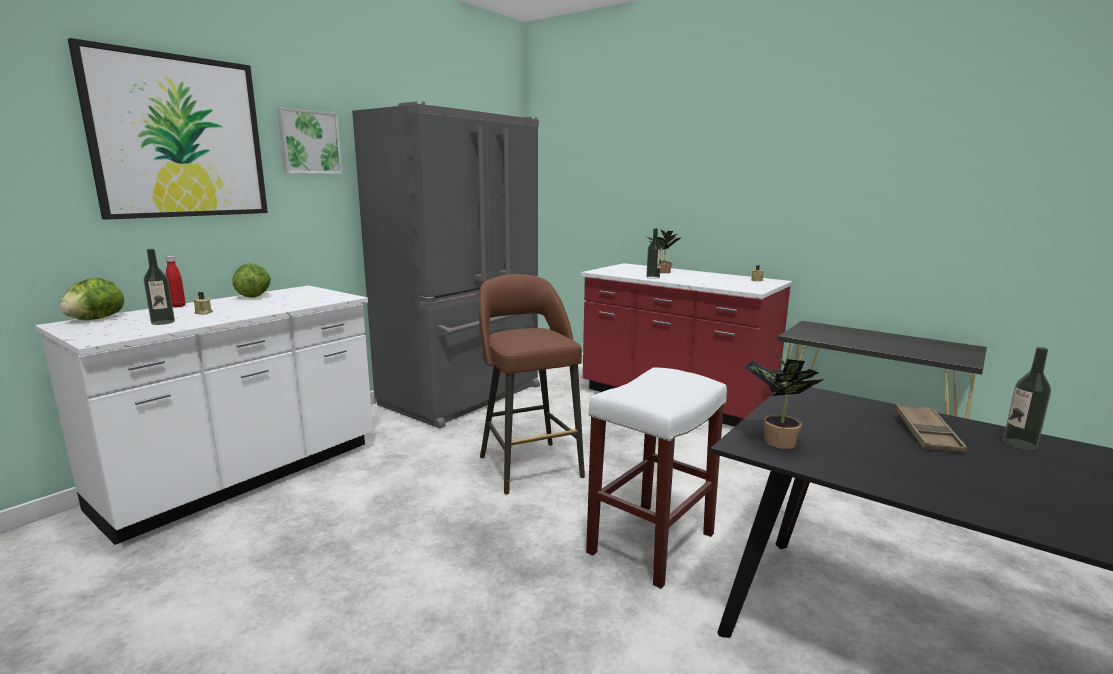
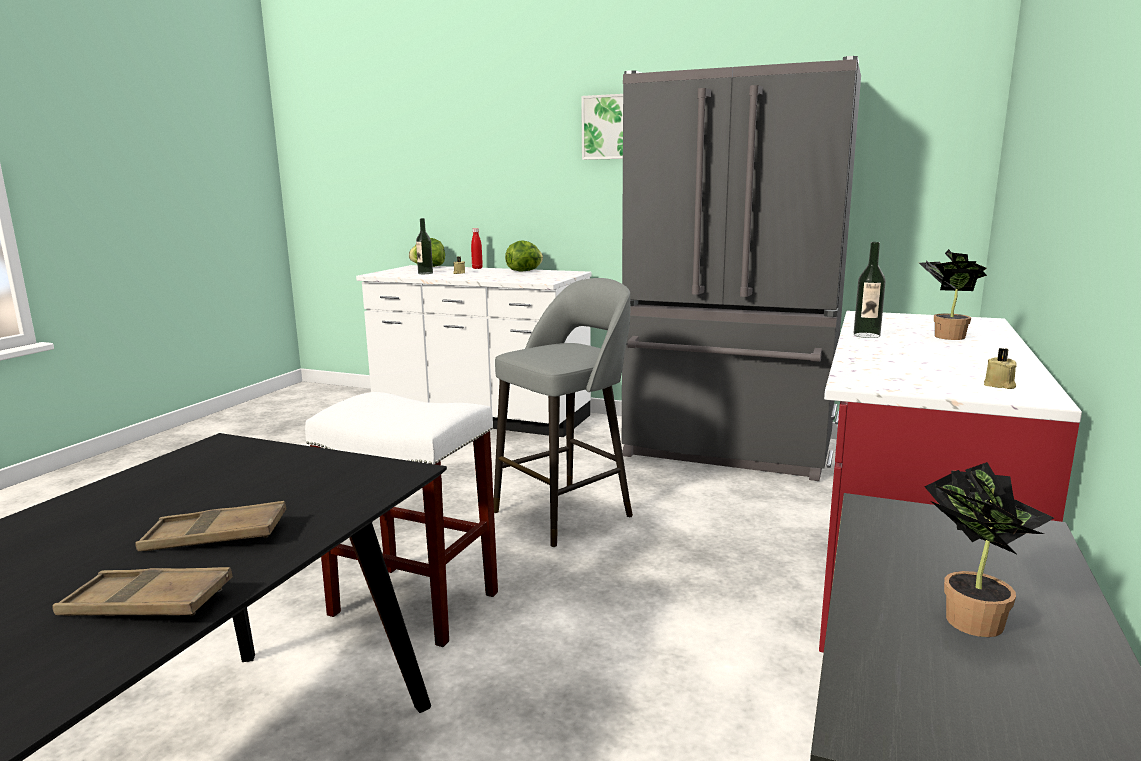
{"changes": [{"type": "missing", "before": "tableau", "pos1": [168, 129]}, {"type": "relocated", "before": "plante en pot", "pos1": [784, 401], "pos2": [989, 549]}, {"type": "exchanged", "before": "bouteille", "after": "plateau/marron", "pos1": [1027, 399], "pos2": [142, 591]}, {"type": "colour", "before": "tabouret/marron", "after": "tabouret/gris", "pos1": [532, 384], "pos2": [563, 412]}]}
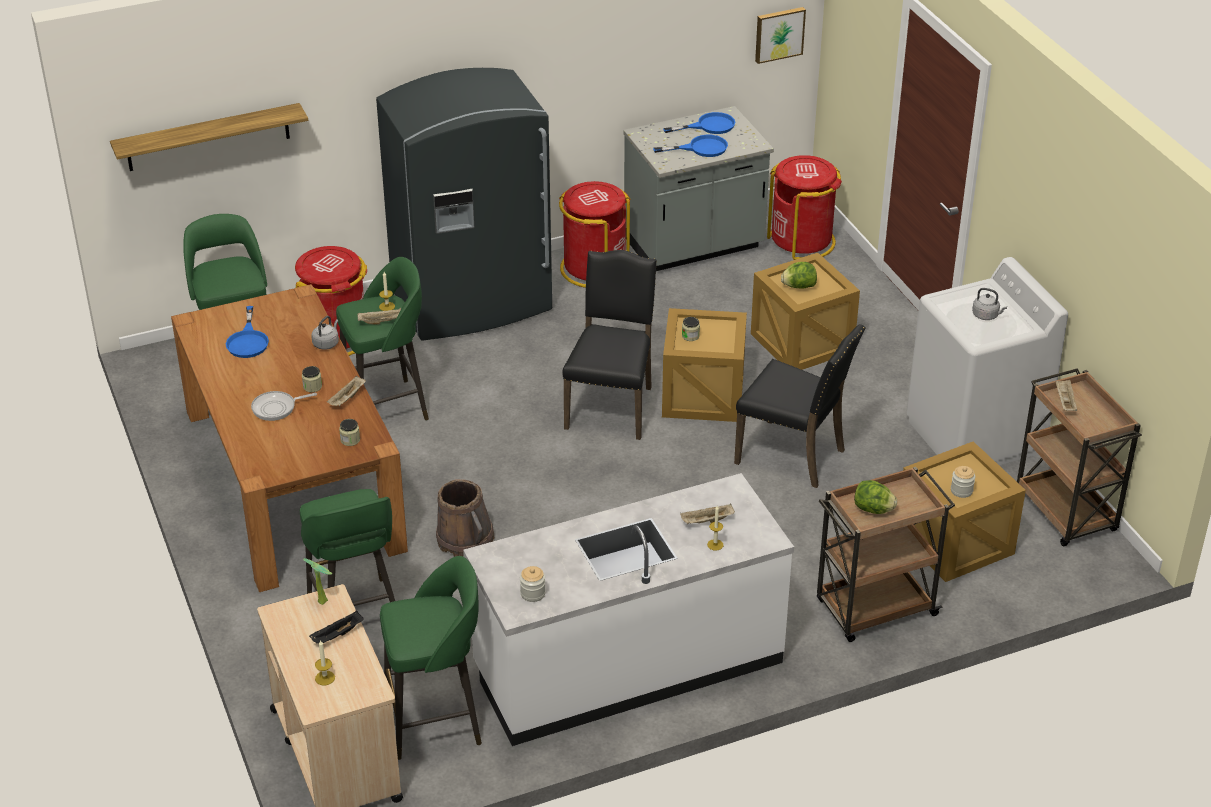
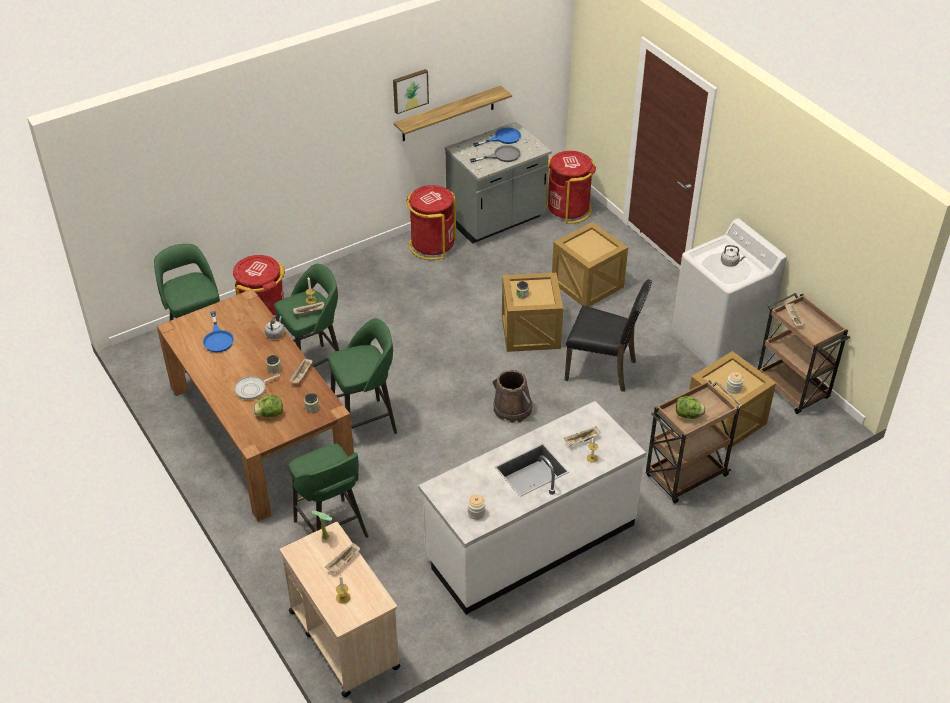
{"changes": [{"type": "missing", "before": "réfrigérateur/gris", "pos1": [464, 204]}, {"type": "missing", "before": "chaise/noir", "pos1": [609, 345]}, {"type": "relocated", "before": "étagère", "pos1": [209, 137], "pos2": [453, 113]}, {"type": "relocated", "before": "tabouret/vert", "pos1": [431, 658], "pos2": [362, 376]}, {"type": "relocated", "before": "seau/marron", "pos1": [465, 518], "pos2": [512, 396]}, {"type": "relocated", "before": "tableau", "pos1": [780, 35], "pos2": [411, 91]}, {"type": "relocated", "before": "laitue", "pos1": [799, 275], "pos2": [268, 406]}, {"type": "colour", "before": "plateau/noir", "after": "plateau/beige", "pos1": [336, 627], "pos2": [342, 558]}, {"type": "colour", "before": "poêle/bleu", "after": "poêle/gris", "pos1": [690, 146], "pos2": [495, 154]}]}
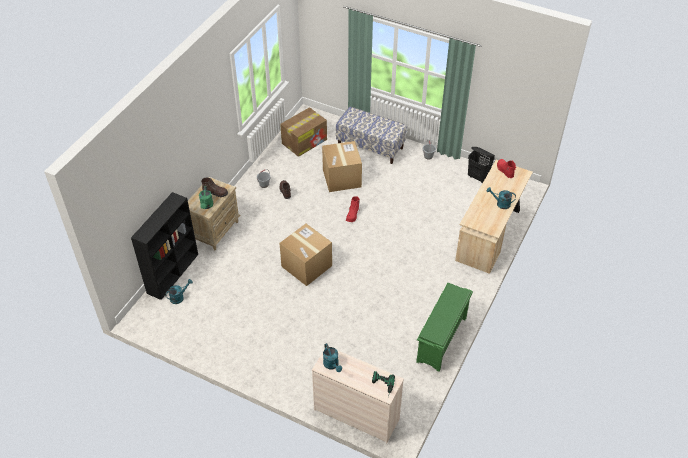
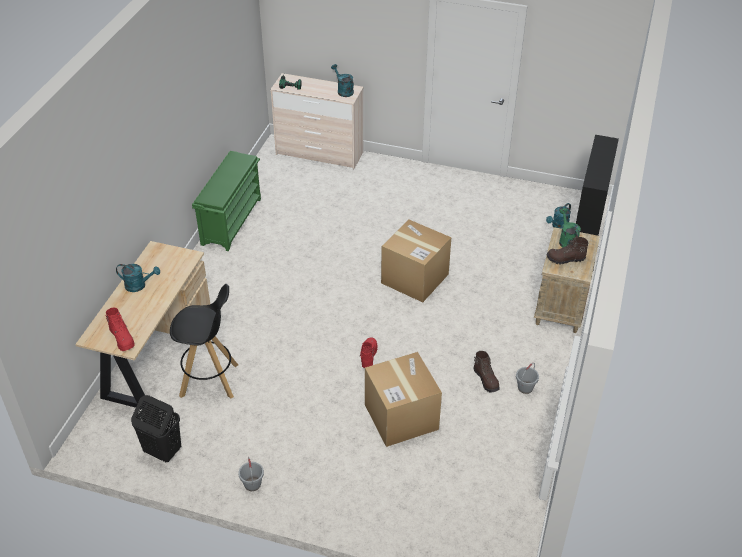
{"changes": [{"type": "missing", "before": "carton", "pos1": [303, 132]}, {"type": "missing", "before": "banc", "pos1": [371, 135]}, {"type": "appeared", "after": "tabouret/noir", "pos2": [204, 341]}]}
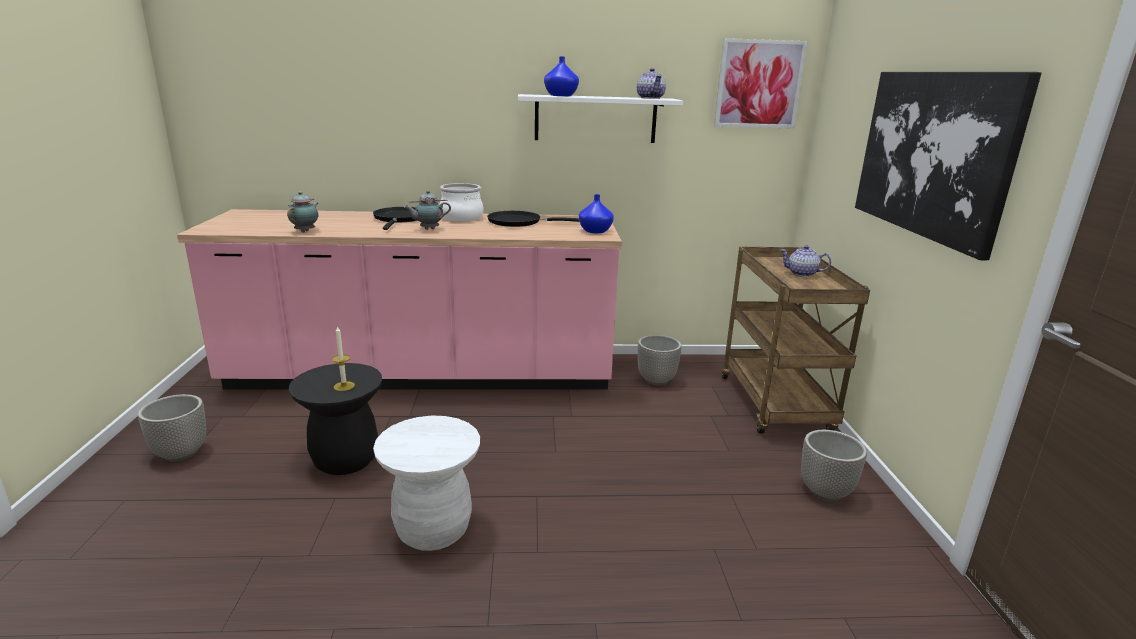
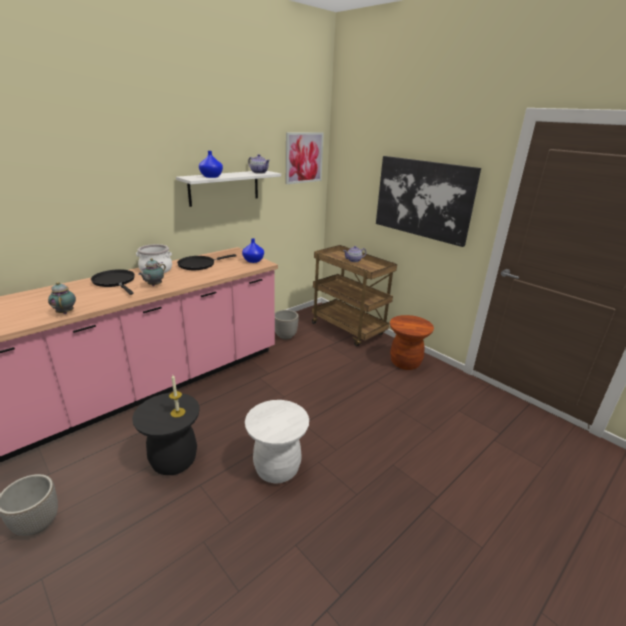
{"changes": [{"type": "exchanged", "before": "cache-pot", "after": "tabouret/marron", "pos1": [834, 465], "pos2": [412, 342]}]}
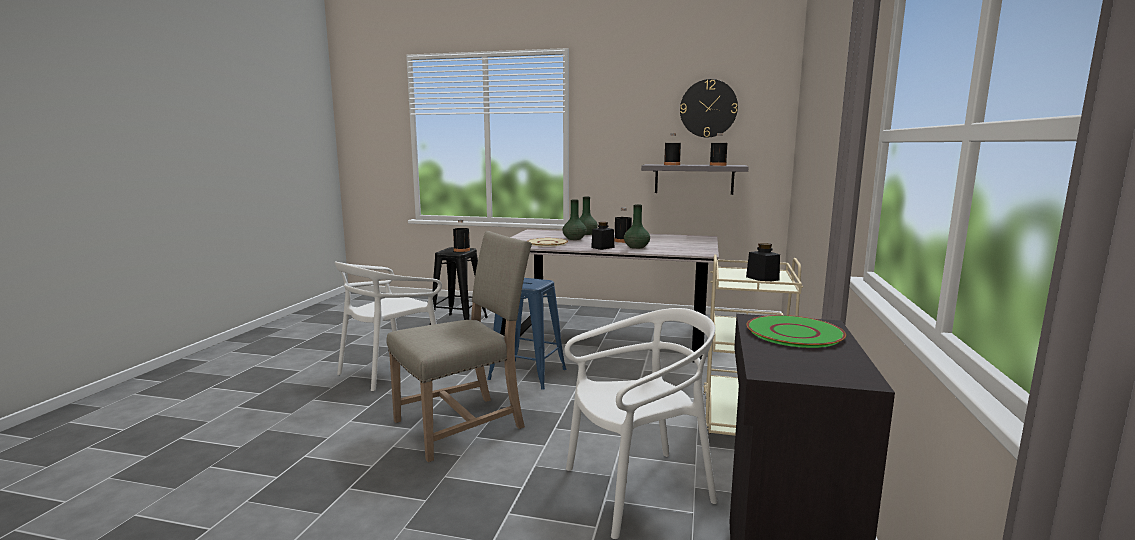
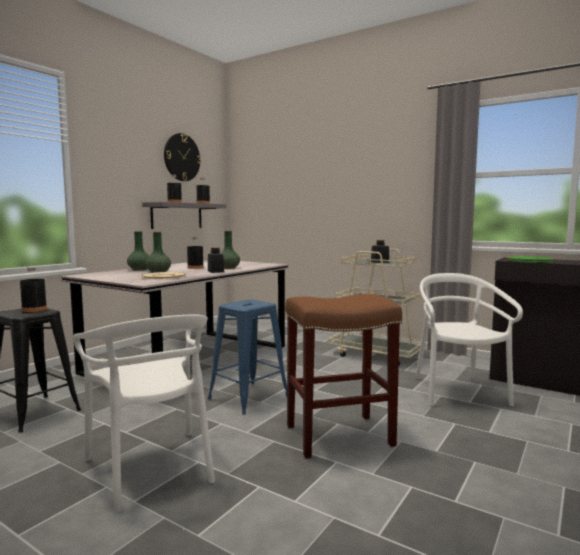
{"changes": [{"type": "exchanged", "before": "chaise/beige", "after": "tabouret/marron", "pos1": [459, 346], "pos2": [343, 376]}]}
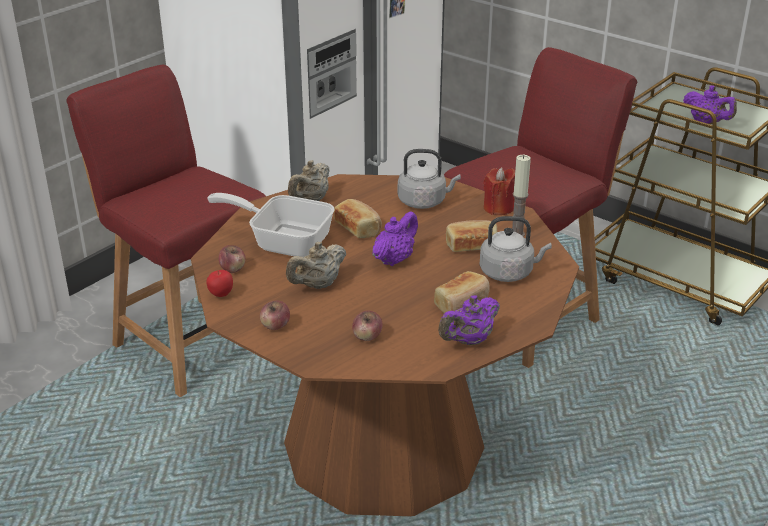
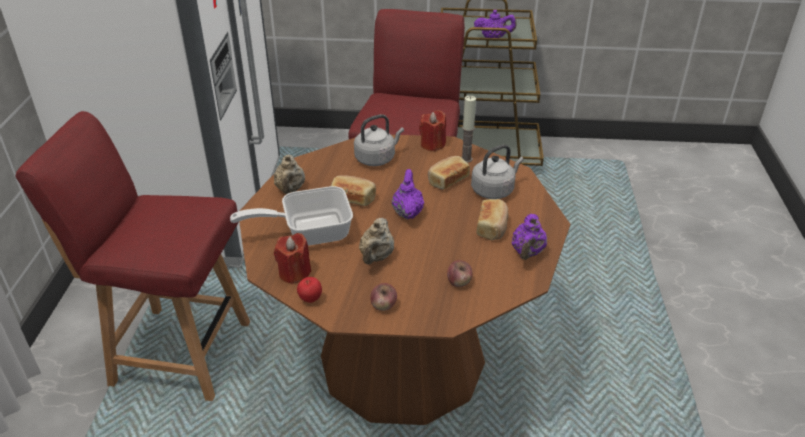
{"changes": [{"type": "exchanged", "before": "pomme", "after": "bougie/rouge", "pos1": [232, 259], "pos2": [292, 258]}]}
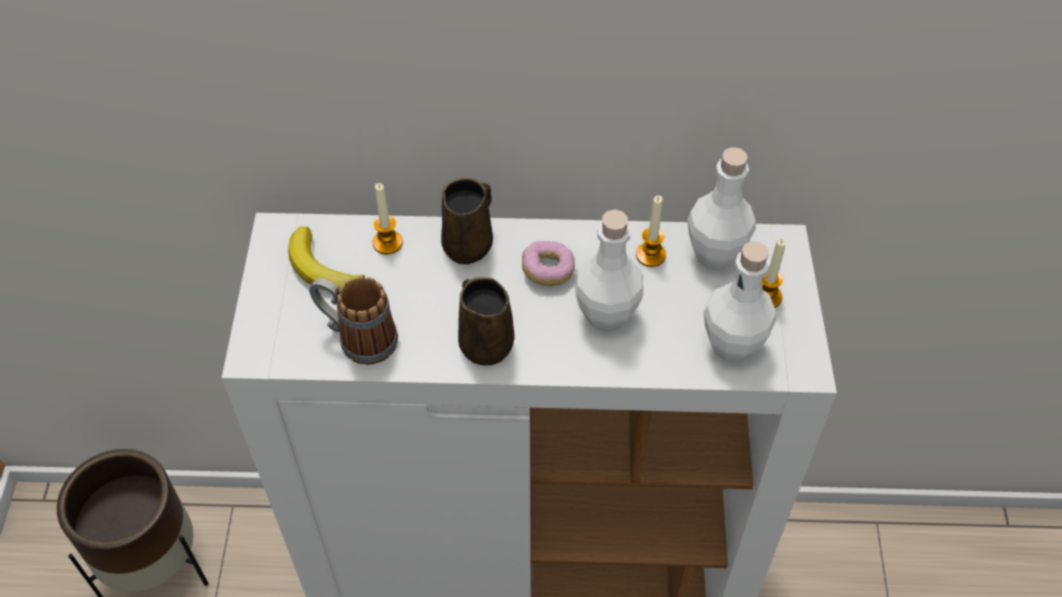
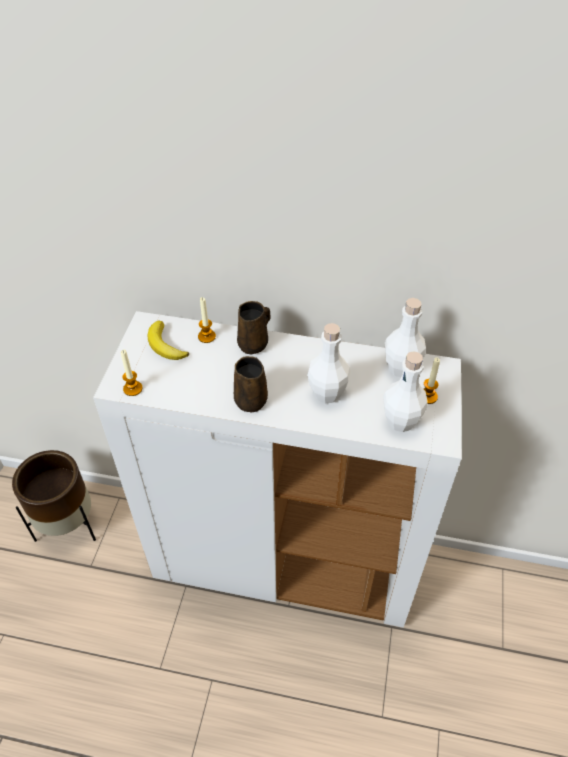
{"changes": [{"type": "missing", "before": "mug", "pos1": [353, 320]}, {"type": "missing", "before": "beignet", "pos1": [548, 263]}, {"type": "relocated", "before": "bougie", "pos1": [651, 231], "pos2": [132, 373]}]}
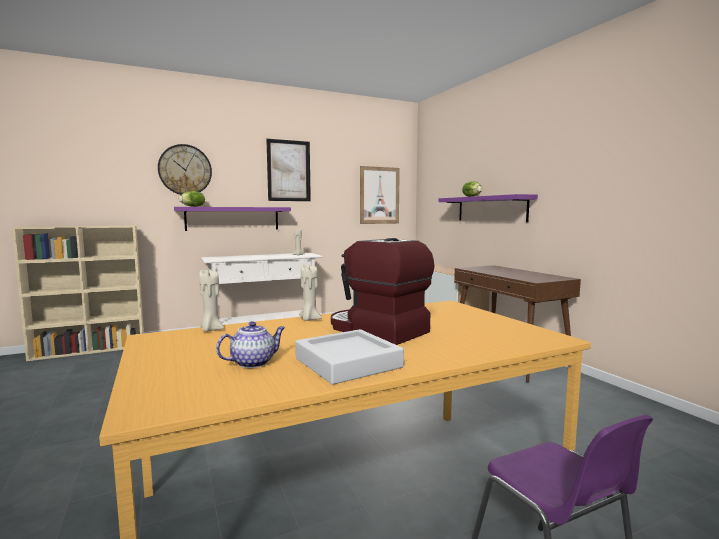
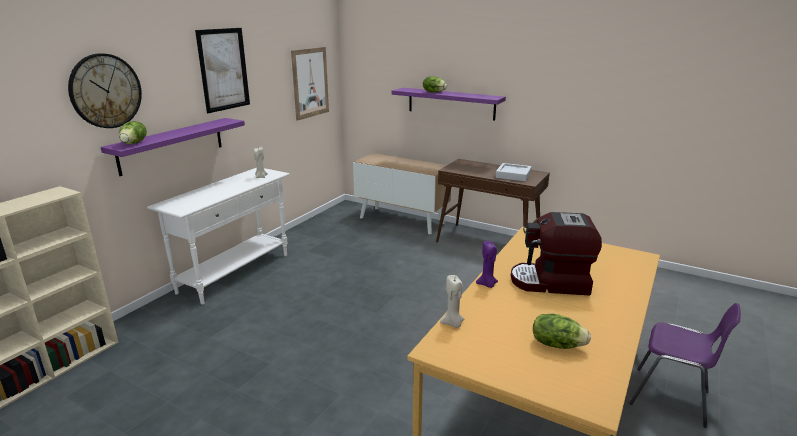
{"changes": [{"type": "relocated", "before": "plateau/gris", "pos1": [349, 357], "pos2": [513, 172]}, {"type": "exchanged", "before": "théière", "after": "laitue", "pos1": [250, 344], "pos2": [562, 331]}, {"type": "colour", "before": "bougie/beige", "after": "bougie/violet", "pos1": [310, 293], "pos2": [487, 264]}]}
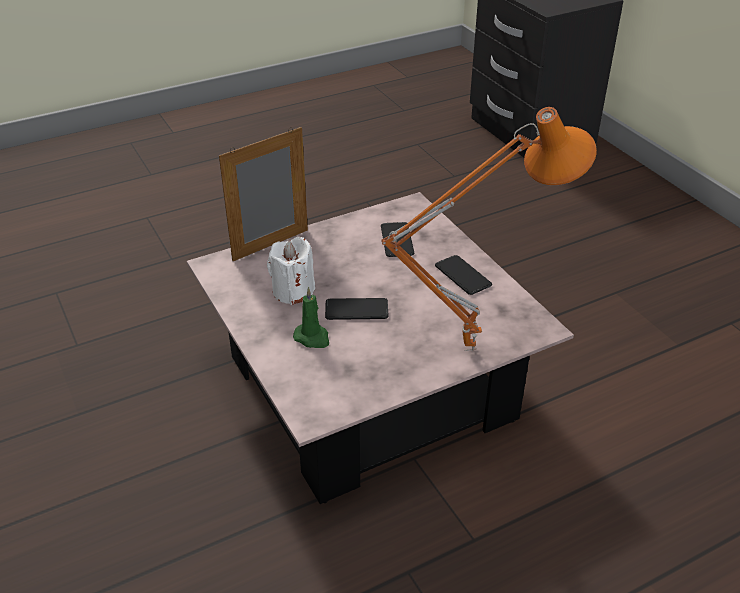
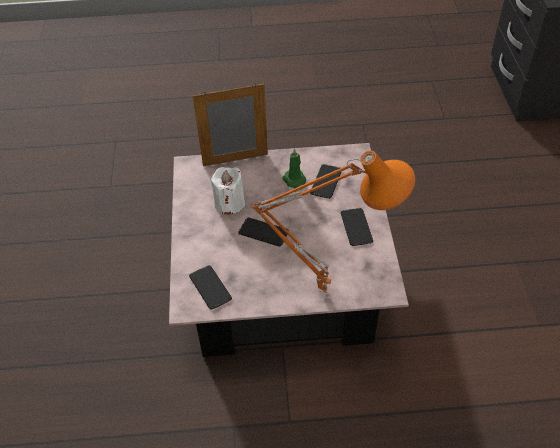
{"changes": [{"type": "appeared", "after": "téléphone", "pos2": [210, 287]}, {"type": "relocated", "before": "bougie/vert", "pos1": [311, 317], "pos2": [294, 169]}]}
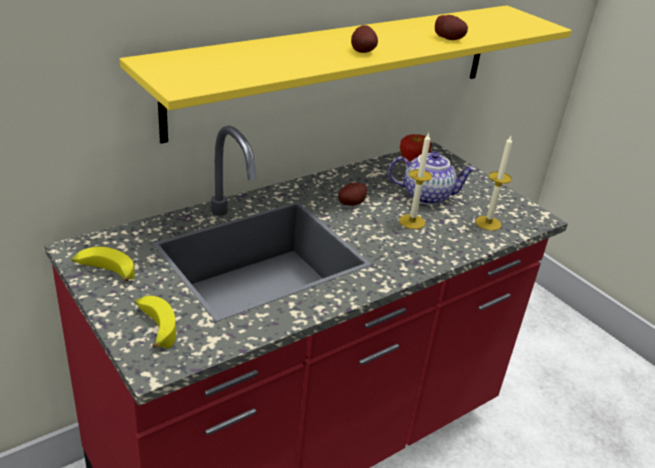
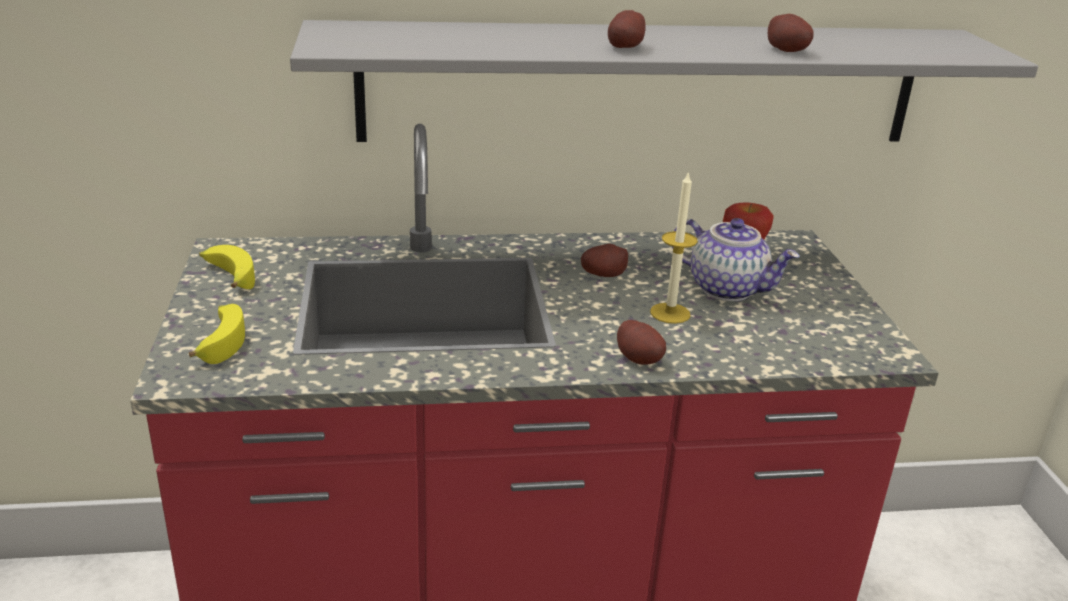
{"changes": [{"type": "missing", "before": "bougie", "pos1": [493, 183]}, {"type": "appeared", "after": "pomme de terre", "pos2": [641, 342]}, {"type": "colour", "before": "étagère/jaune", "after": "étagère/gris", "pos1": [346, 74], "pos2": [664, 81]}]}
